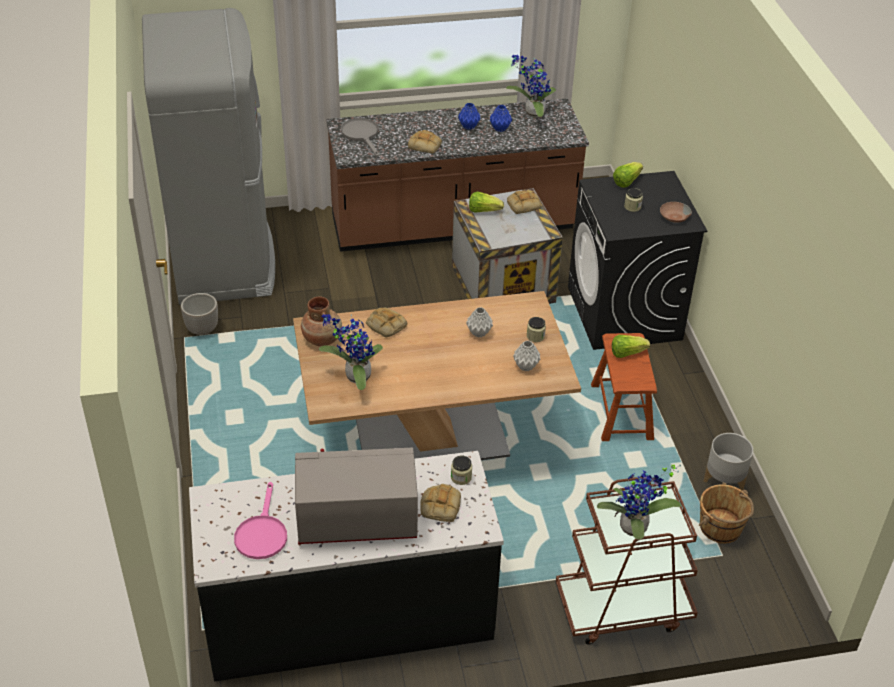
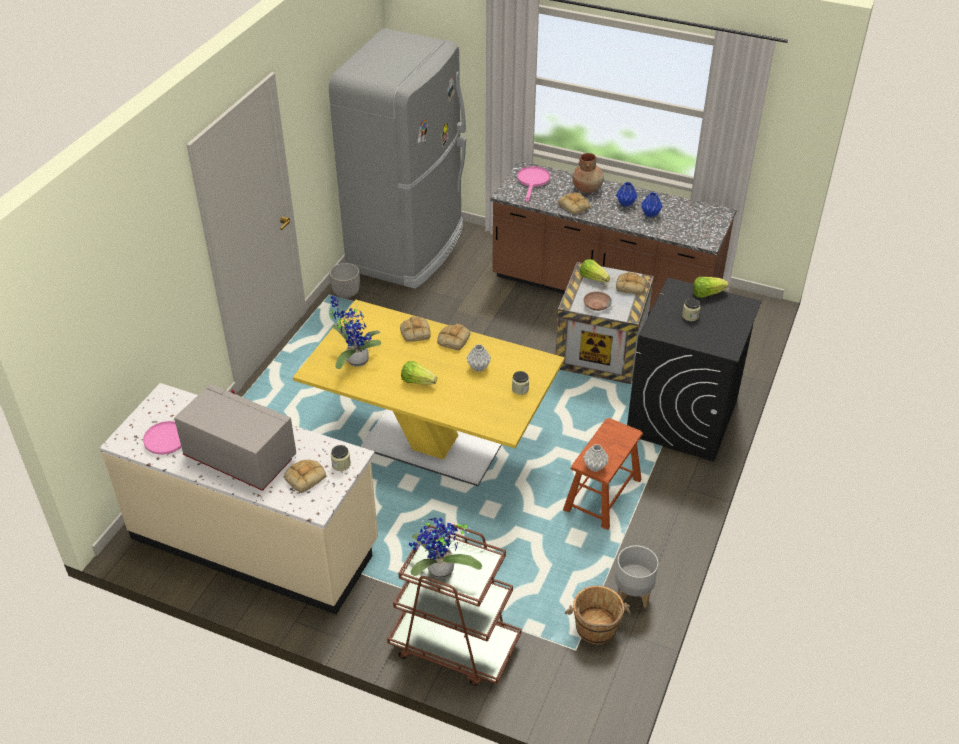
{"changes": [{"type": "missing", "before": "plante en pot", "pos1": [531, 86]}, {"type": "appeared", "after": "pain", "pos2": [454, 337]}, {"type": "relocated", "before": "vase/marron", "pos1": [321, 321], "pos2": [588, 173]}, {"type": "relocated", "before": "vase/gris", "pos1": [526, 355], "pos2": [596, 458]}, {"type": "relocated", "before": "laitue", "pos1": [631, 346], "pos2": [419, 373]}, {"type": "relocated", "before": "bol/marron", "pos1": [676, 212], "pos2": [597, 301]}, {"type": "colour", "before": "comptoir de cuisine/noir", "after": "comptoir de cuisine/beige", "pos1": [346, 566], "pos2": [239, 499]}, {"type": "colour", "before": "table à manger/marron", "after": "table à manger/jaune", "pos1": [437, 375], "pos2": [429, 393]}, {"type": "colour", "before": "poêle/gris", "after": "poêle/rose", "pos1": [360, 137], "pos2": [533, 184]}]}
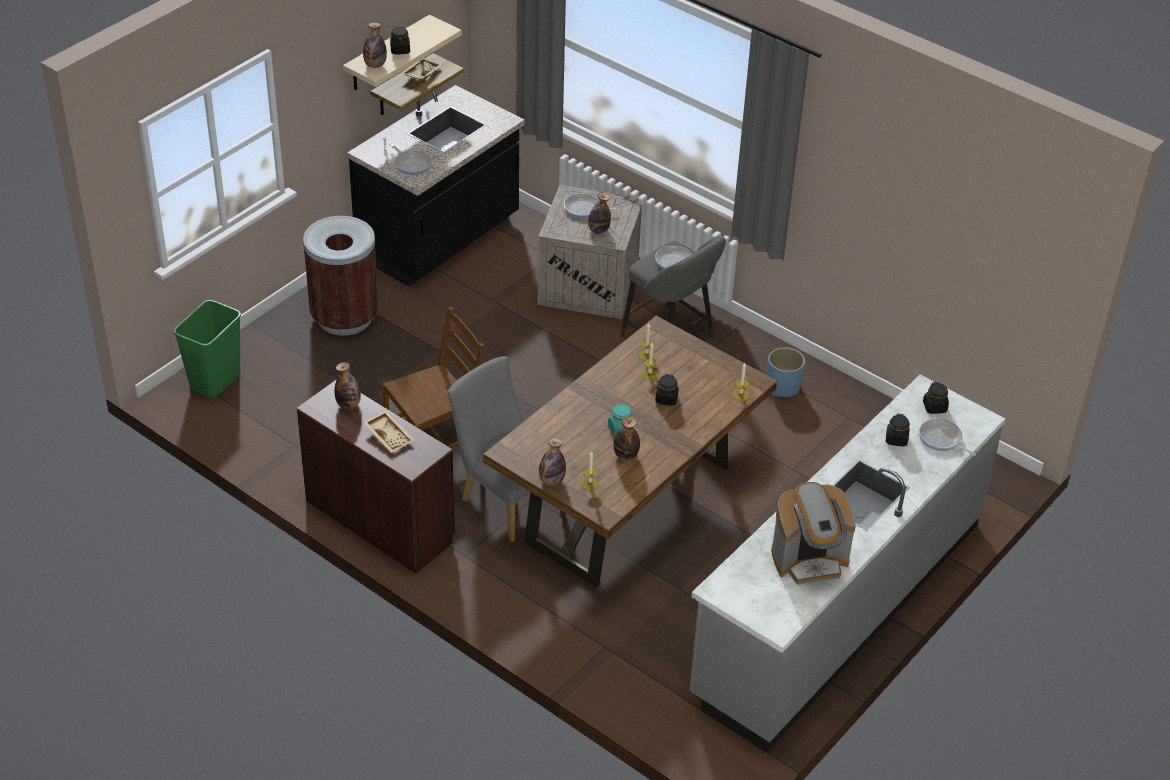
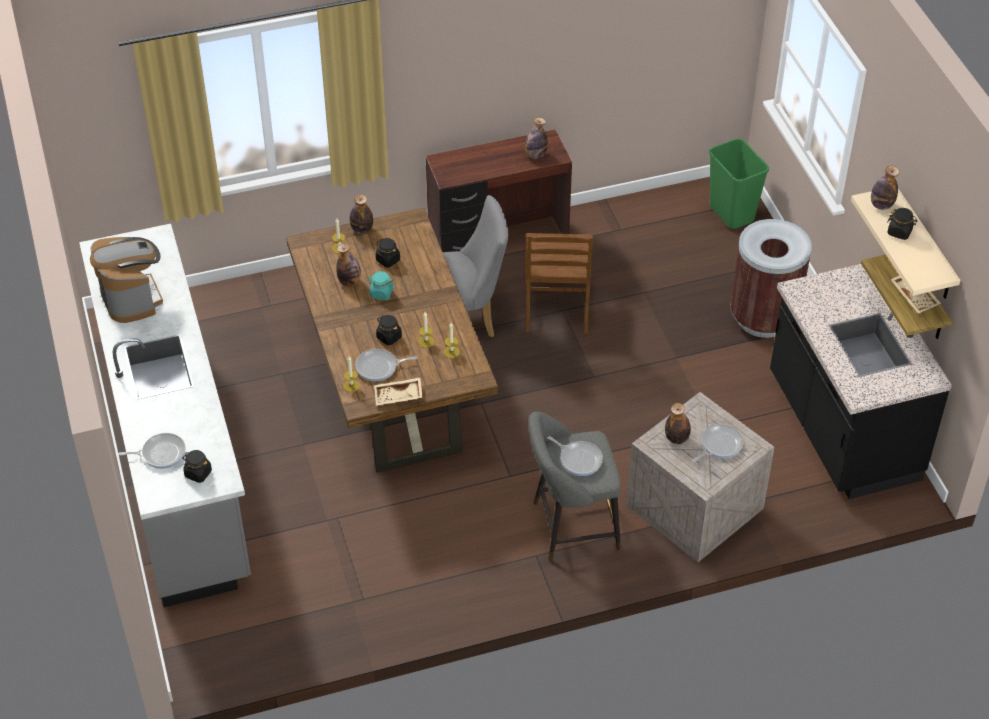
{"changes": [{"type": "missing", "before": "cache-pot/bleu", "pos1": [786, 372]}, {"type": "relocated", "before": "plateau/beige", "pos1": [388, 431], "pos2": [398, 391]}, {"type": "relocated", "before": "poêle", "pos1": [410, 159], "pos2": [386, 365]}, {"type": "relocated", "before": "bocal/noir", "pos1": [898, 430], "pos2": [388, 252]}, {"type": "spun", "before": "machine à café", "pos1": [813, 533], "pos2": [126, 280], "turn": 135}]}
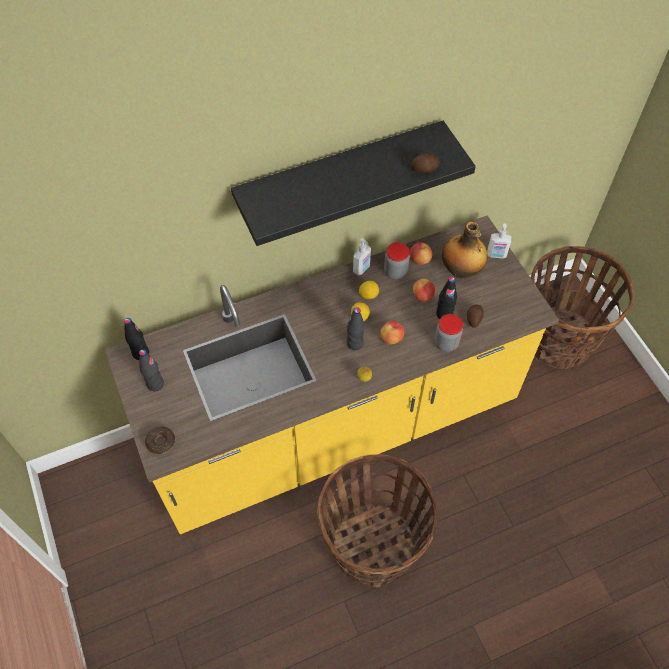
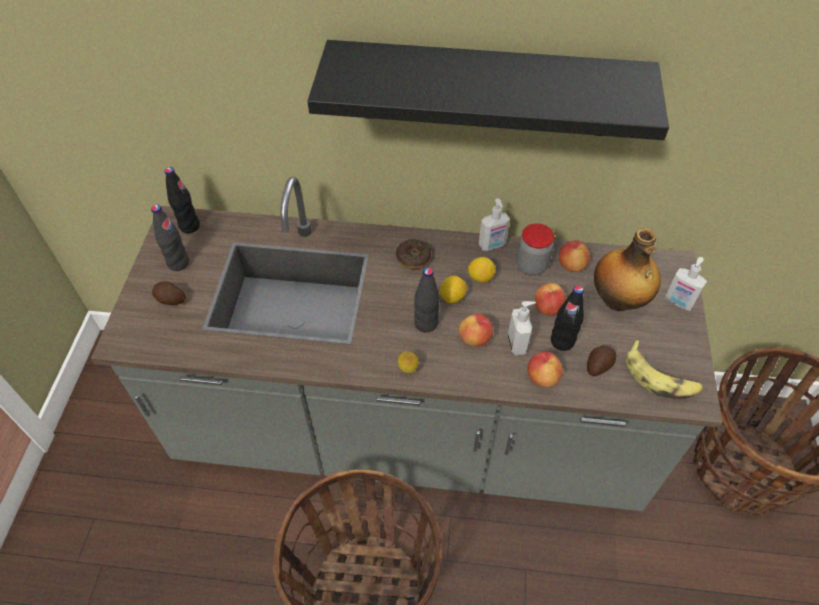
{"changes": [{"type": "appeared", "after": "distributeur de savon", "pos2": [521, 328]}, {"type": "appeared", "after": "banane", "pos2": [664, 369]}, {"type": "relocated", "before": "beignet", "pos1": [160, 440], "pos2": [413, 254]}, {"type": "relocated", "before": "pomme de terre", "pos1": [425, 163], "pos2": [169, 293]}, {"type": "exchanged", "before": "bocal", "after": "pomme", "pos1": [449, 333], "pos2": [545, 369]}, {"type": "colour", "before": "comptoir de cuisine/jaune", "after": "comptoir de cuisine/gris", "pos1": [332, 374], "pos2": [406, 344]}]}
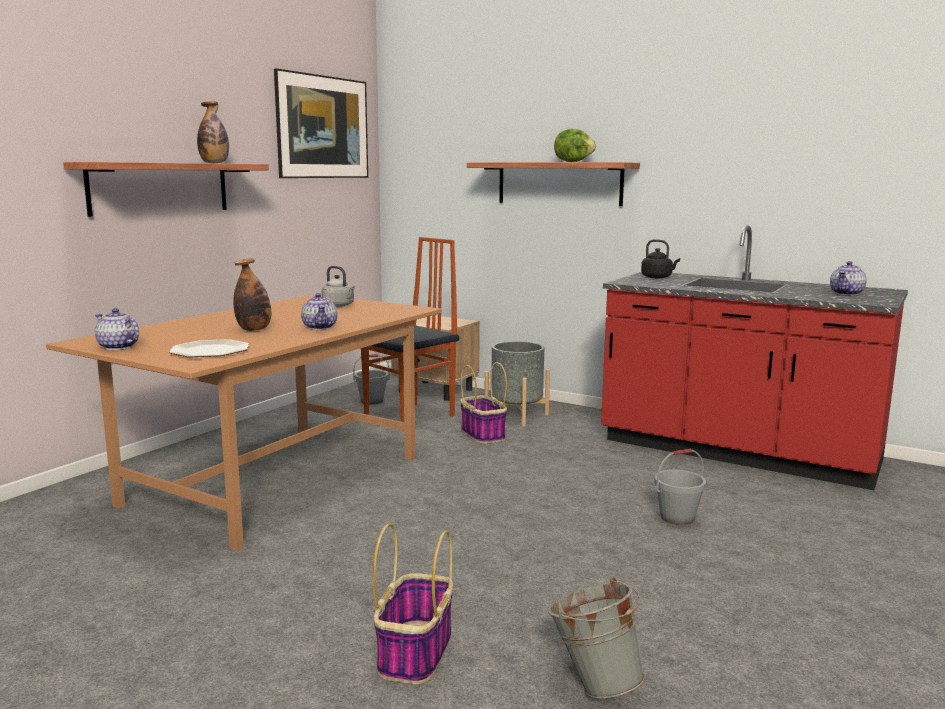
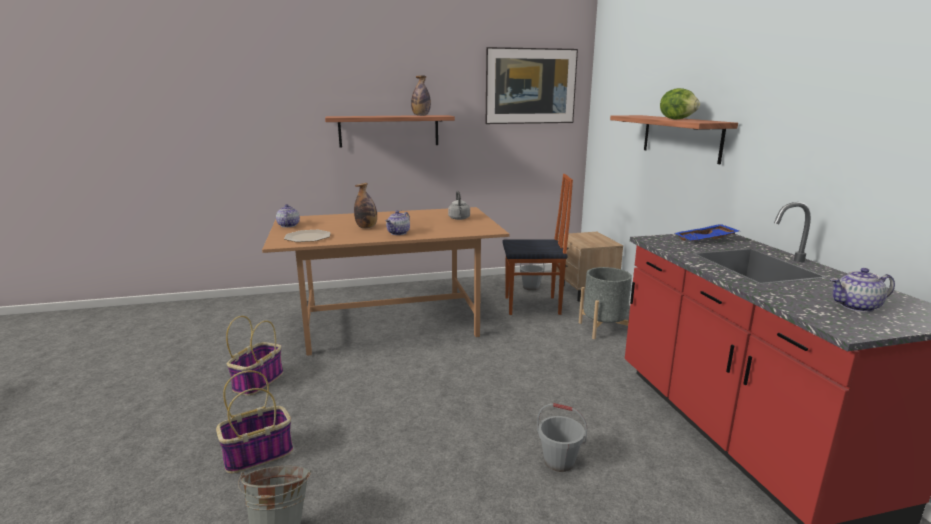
{"changes": [{"type": "relocated", "before": "panier", "pos1": [483, 403], "pos2": [254, 356]}, {"type": "exchanged", "before": "bouilloire/noir", "after": "plateau/bleu", "pos1": [660, 258], "pos2": [707, 232]}]}
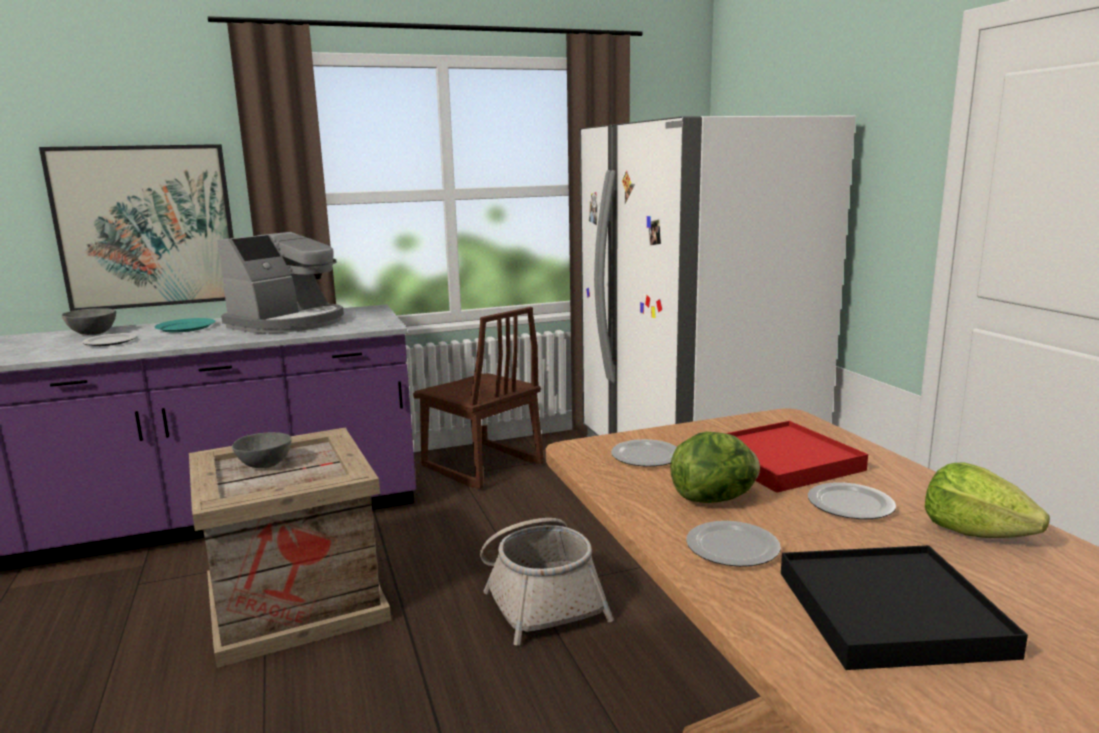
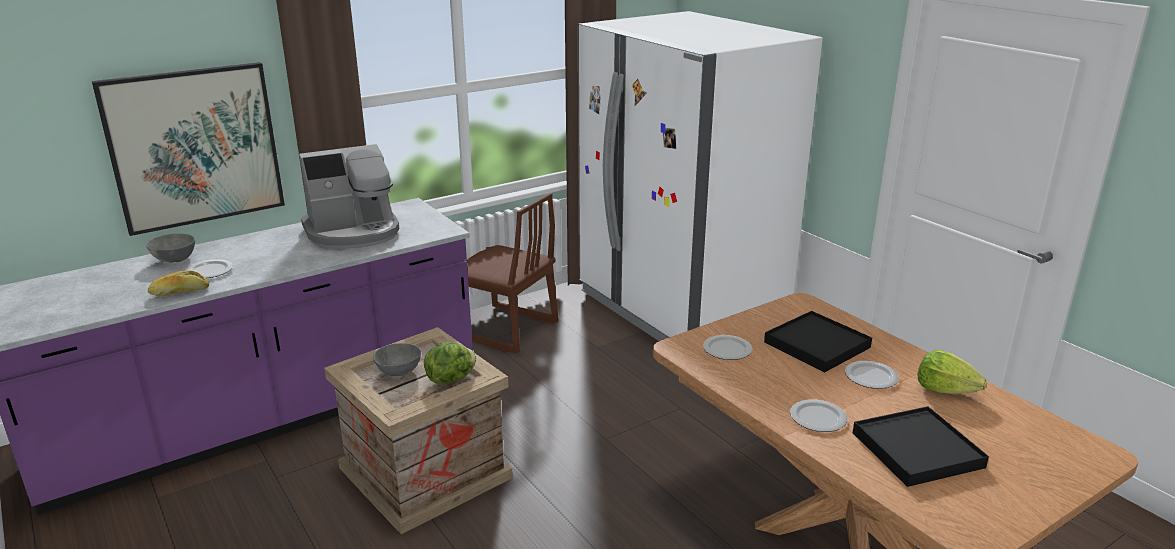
{"changes": [{"type": "missing", "before": "assiette/turquoise", "pos1": [185, 325]}, {"type": "missing", "before": "panier", "pos1": [547, 582]}, {"type": "appeared", "after": "pain", "pos2": [178, 284]}, {"type": "relocated", "before": "laitue", "pos1": [715, 467], "pos2": [450, 363]}, {"type": "colour", "before": "plateau/rouge", "after": "plateau/noir", "pos1": [796, 457], "pos2": [818, 341]}, {"type": "spun", "before": "machine à café", "pos1": [280, 282], "pos2": [349, 196], "turn": 45}]}
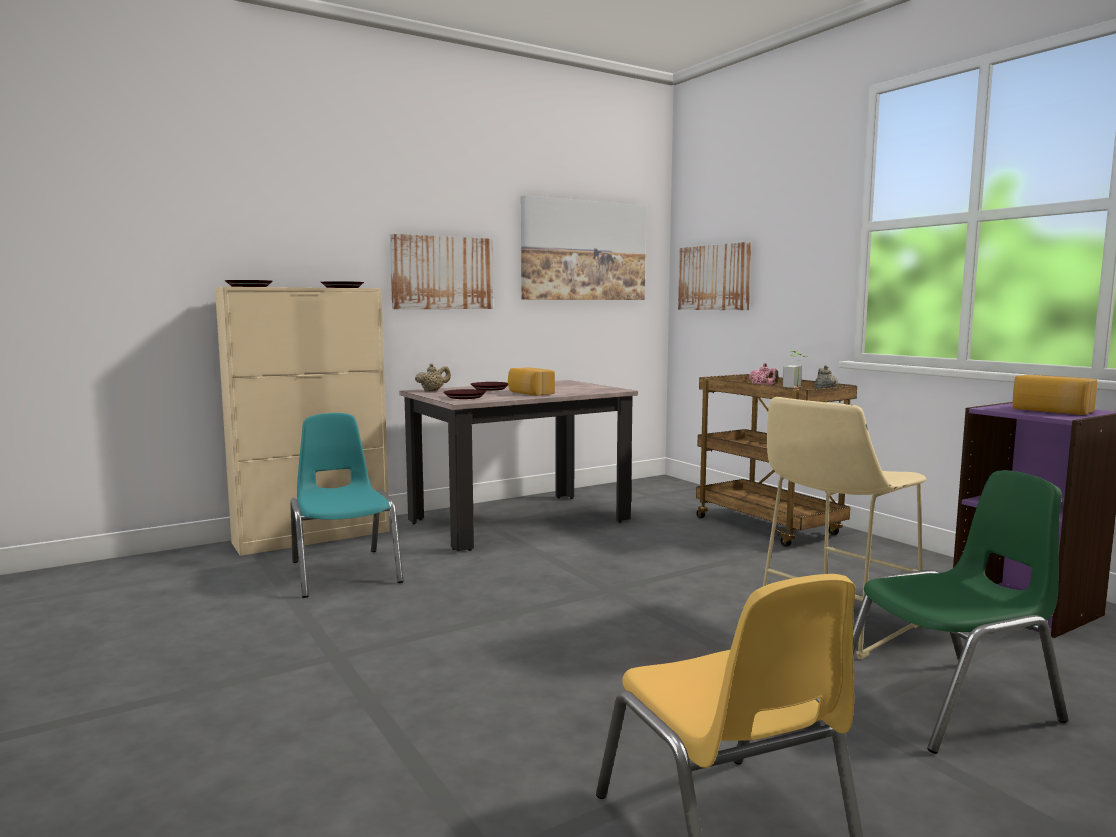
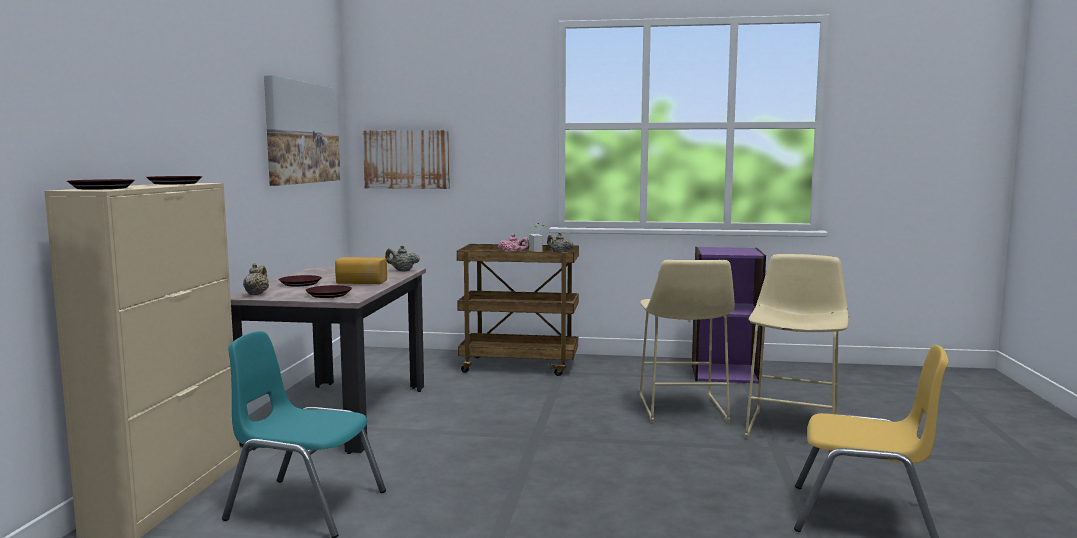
{"changes": [{"type": "missing", "before": "tableau", "pos1": [441, 271]}, {"type": "missing", "before": "pain", "pos1": [1055, 395]}, {"type": "appeared", "after": "théière/beige", "pos2": [402, 258]}, {"type": "exchanged", "before": "chaise/vert", "after": "tabouret/beige", "pos1": [960, 612], "pos2": [797, 346]}]}
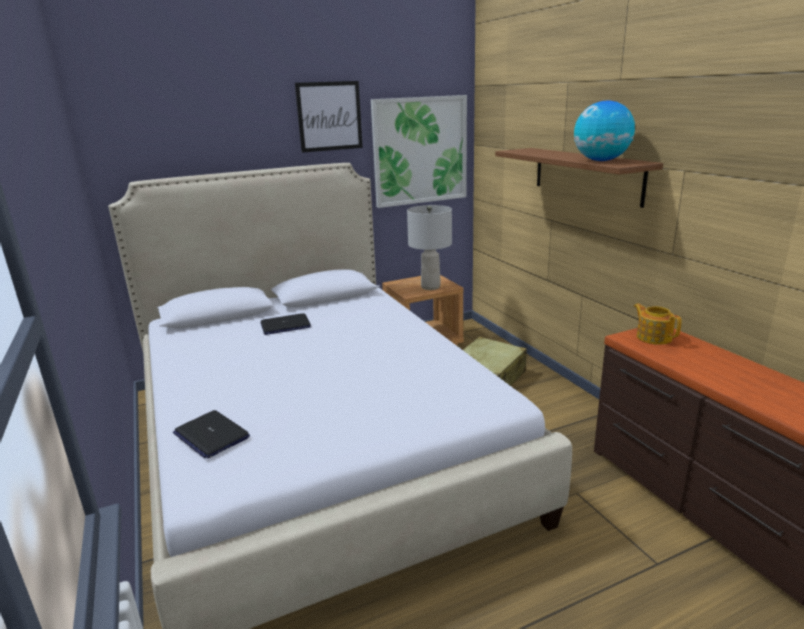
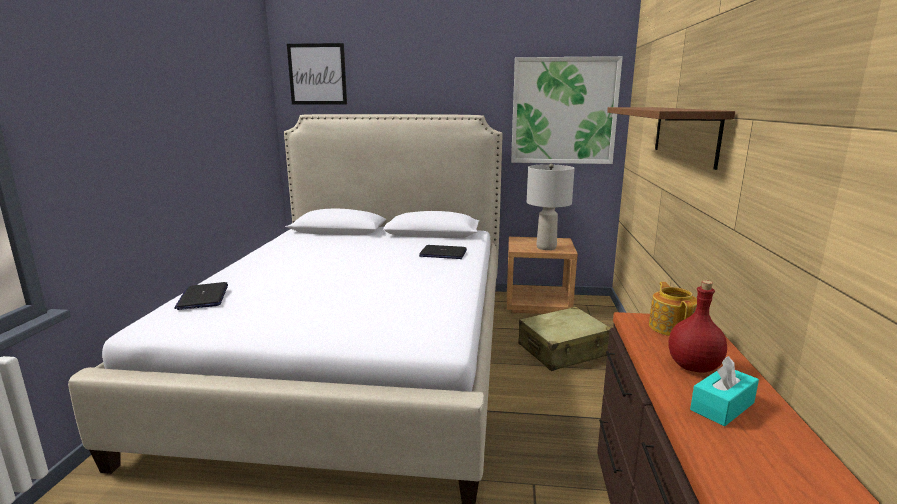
{"changes": [{"type": "missing", "before": "globe", "pos1": [604, 131]}, {"type": "appeared", "after": "bouteille/rouge", "pos2": [698, 326]}, {"type": "appeared", "after": "boîte à mouchoirs/turquoise", "pos2": [724, 391]}, {"type": "relocated", "before": "ordinateur portable", "pos1": [286, 324], "pos2": [443, 252]}, {"type": "relocated", "before": "tableau", "pos1": [329, 117], "pos2": [317, 74]}]}
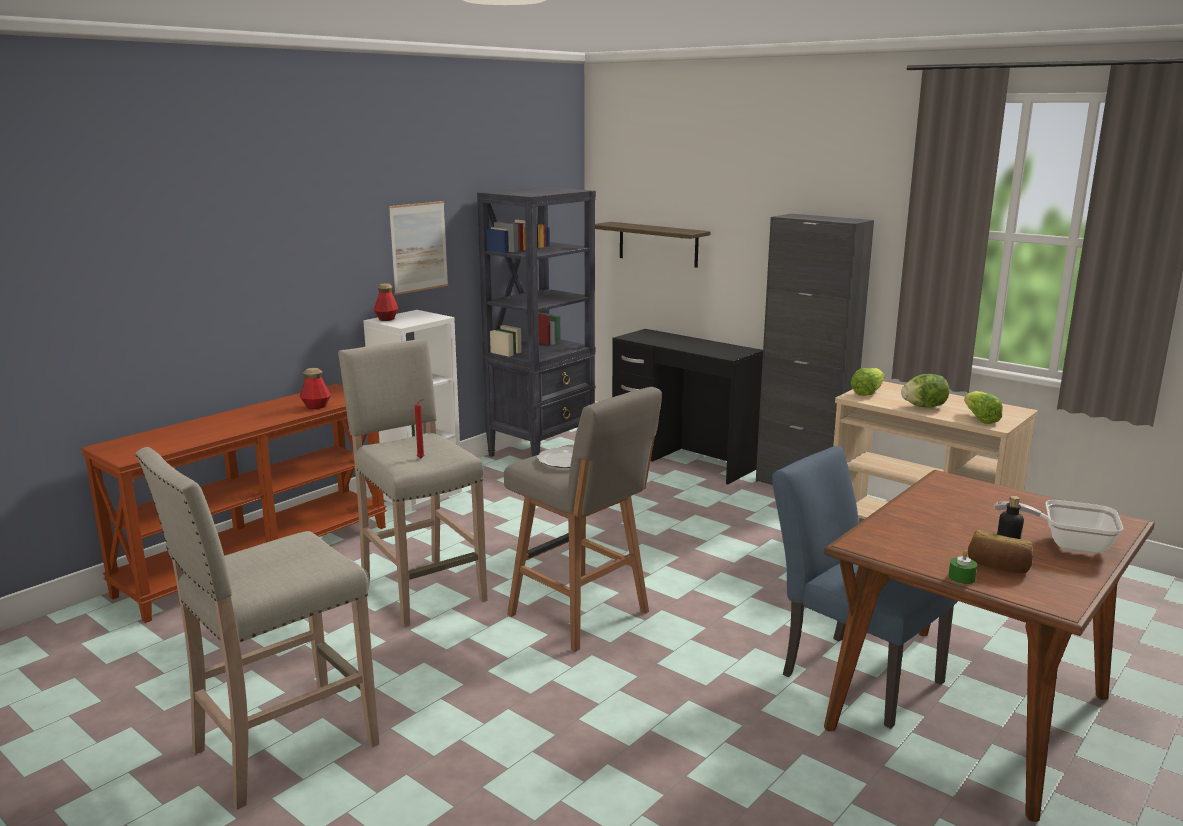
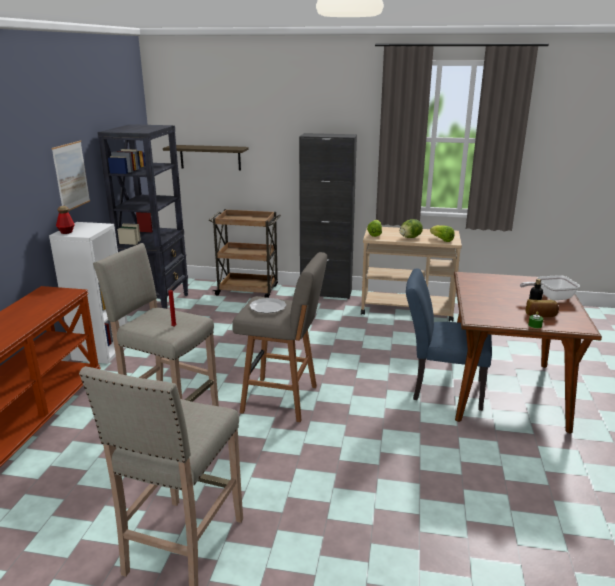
{"changes": [{"type": "missing", "before": "bouteille", "pos1": [315, 388]}, {"type": "exchanged", "before": "bureau/noir", "after": "chariot/marron", "pos1": [687, 406], "pos2": [245, 253]}]}
